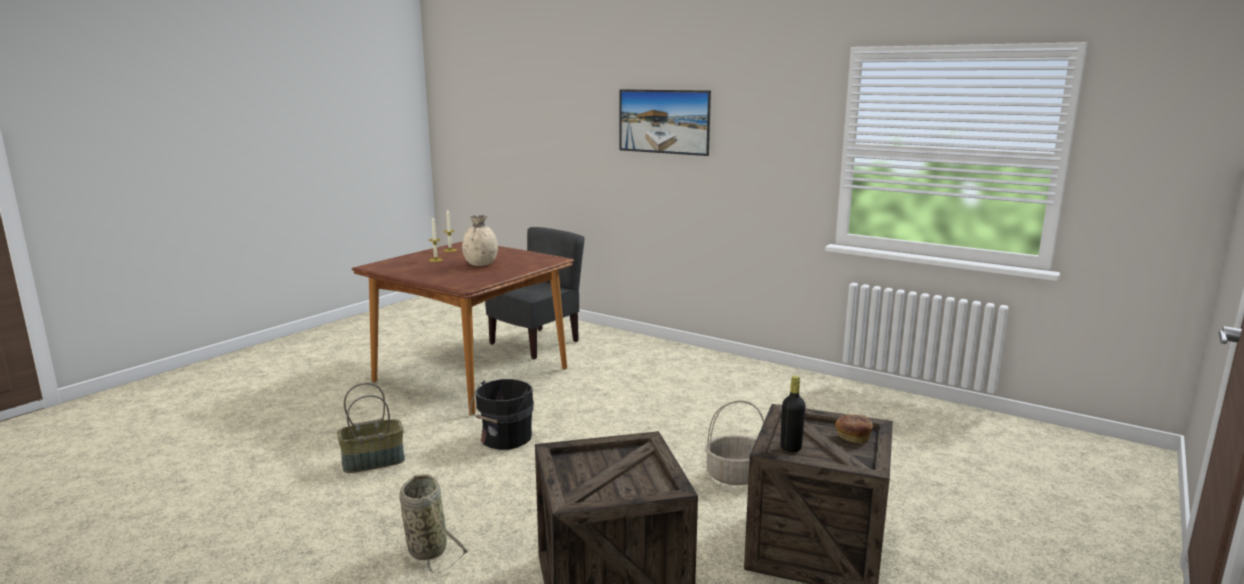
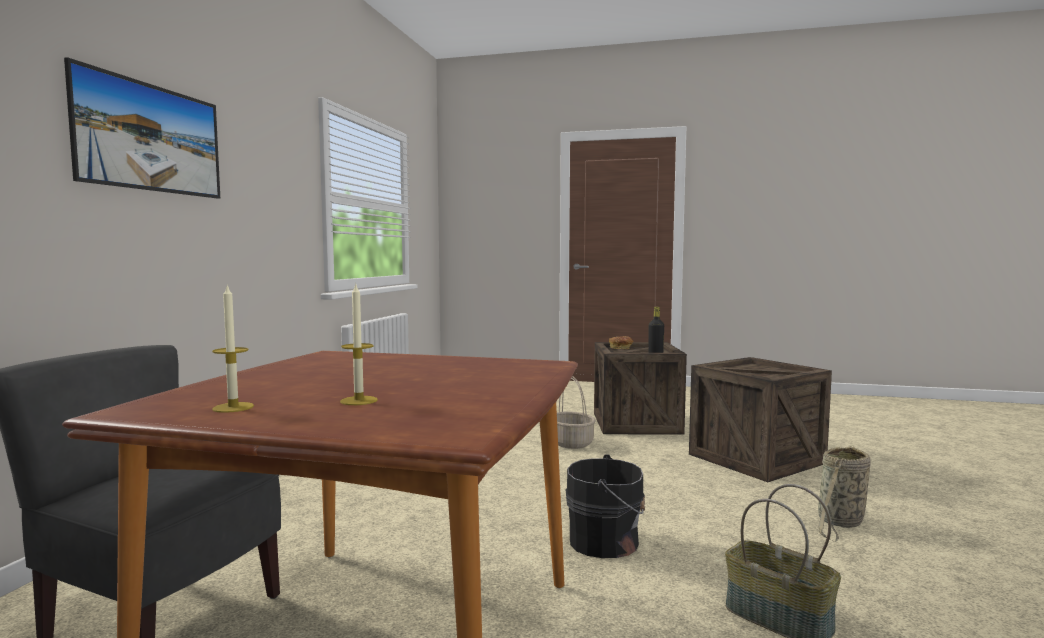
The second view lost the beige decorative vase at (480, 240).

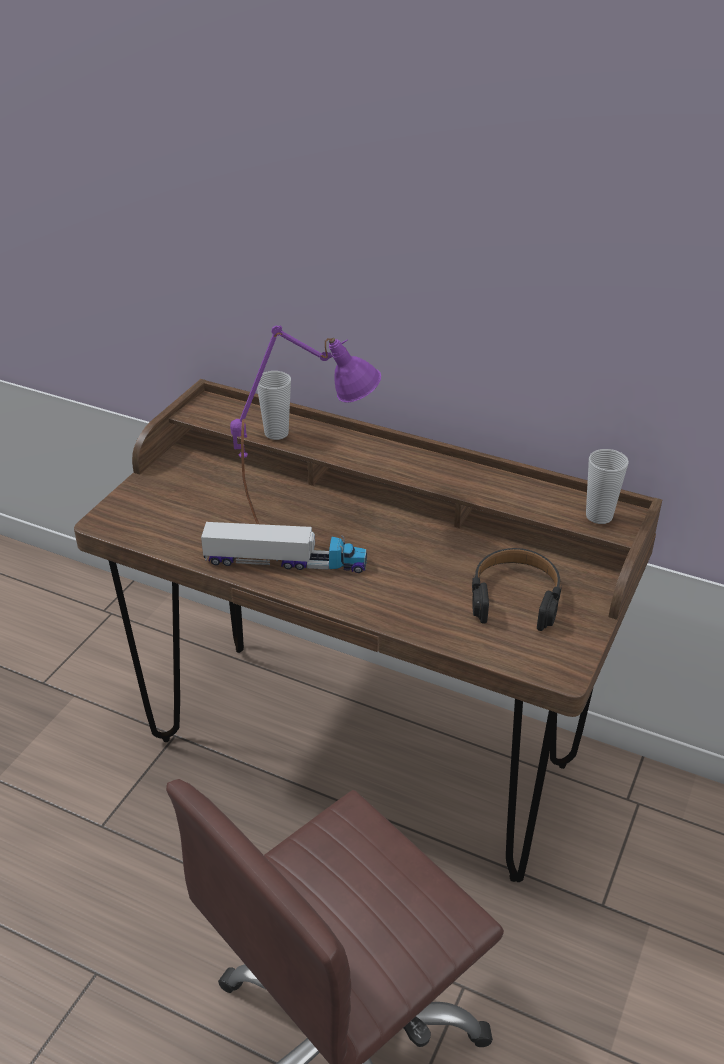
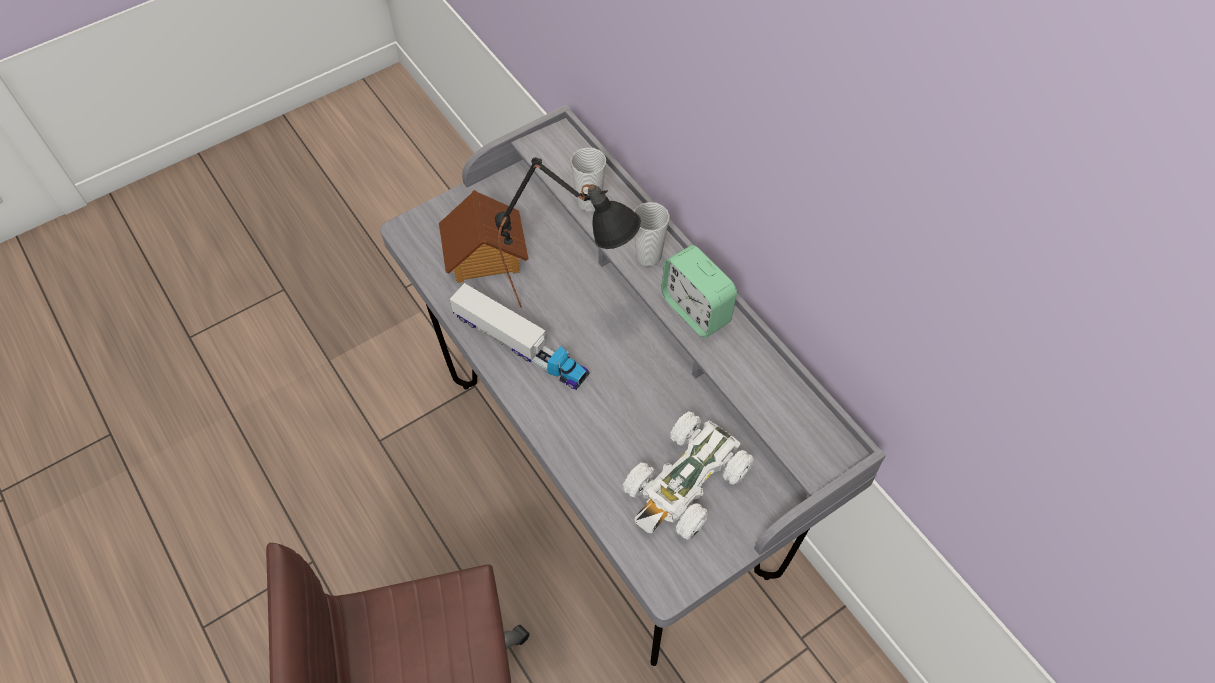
The second view gained the miniature house at (484, 236). The second view gained the alarm clock at (699, 291). The drinking cup ended up elsewhere, having gone from (607, 486) to (651, 234). Where the black-coloured headphones stood at (517, 589), the whitish toy car came to stand at (689, 475). What was the brownish desk table at (368, 630) turned into the greyish desk table at (633, 385). What was the purple lamp for a table at (305, 424) turned into the black-coloured lamp for a table at (568, 232).

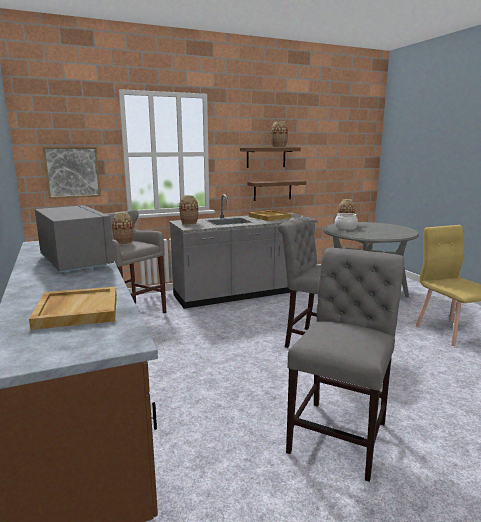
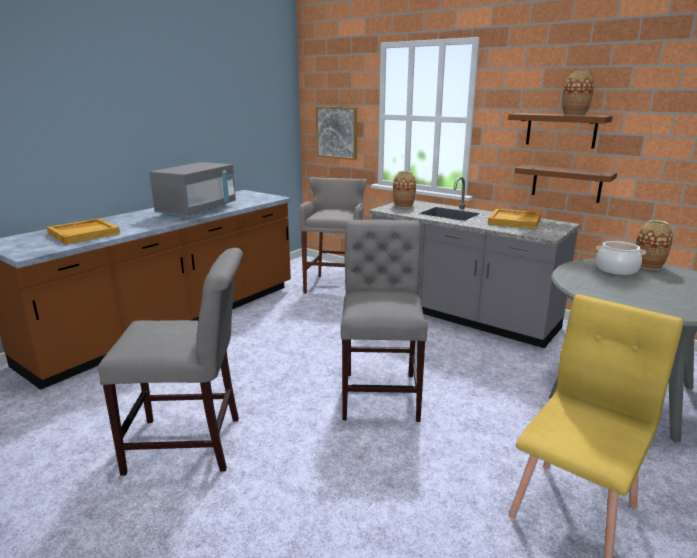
The second view lost the decorative vase at (122, 228).

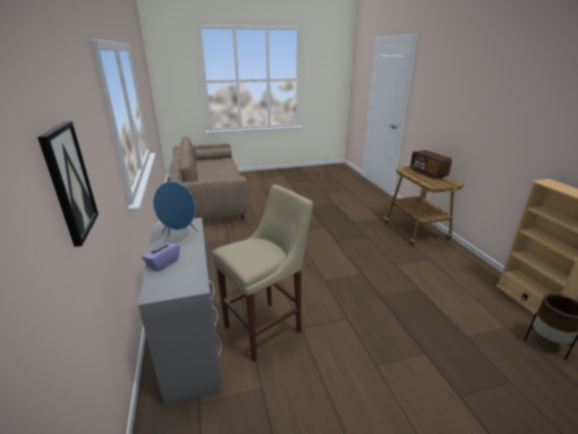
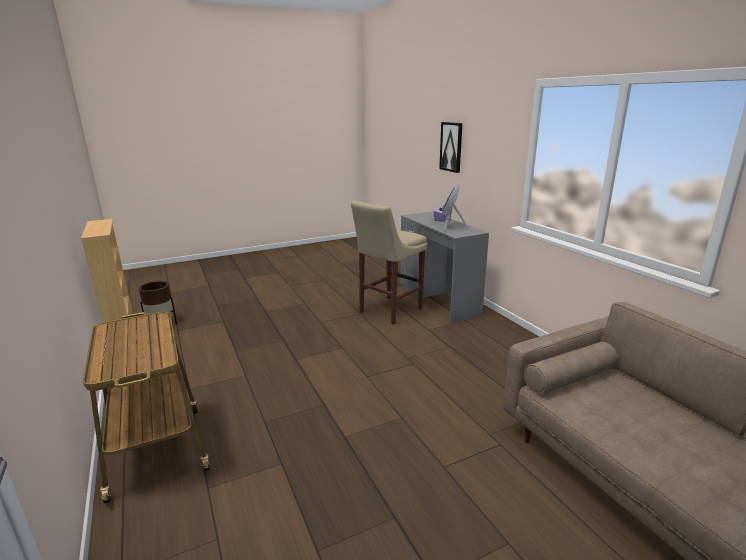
The second view lost the radio set at (431, 164).

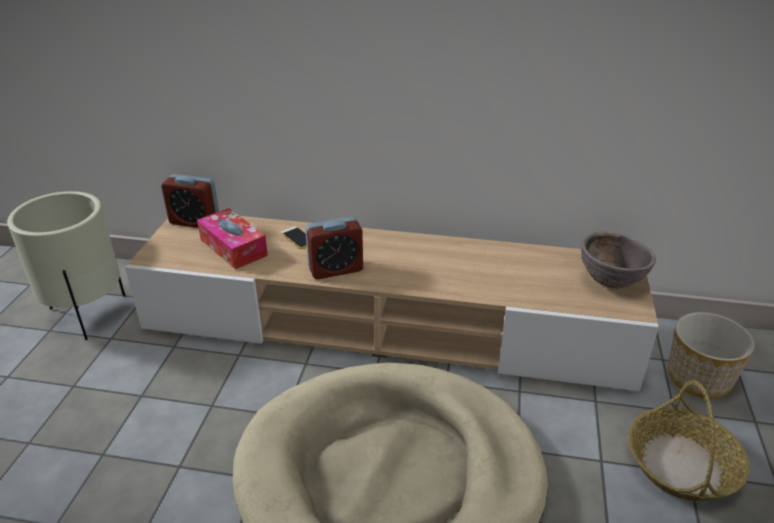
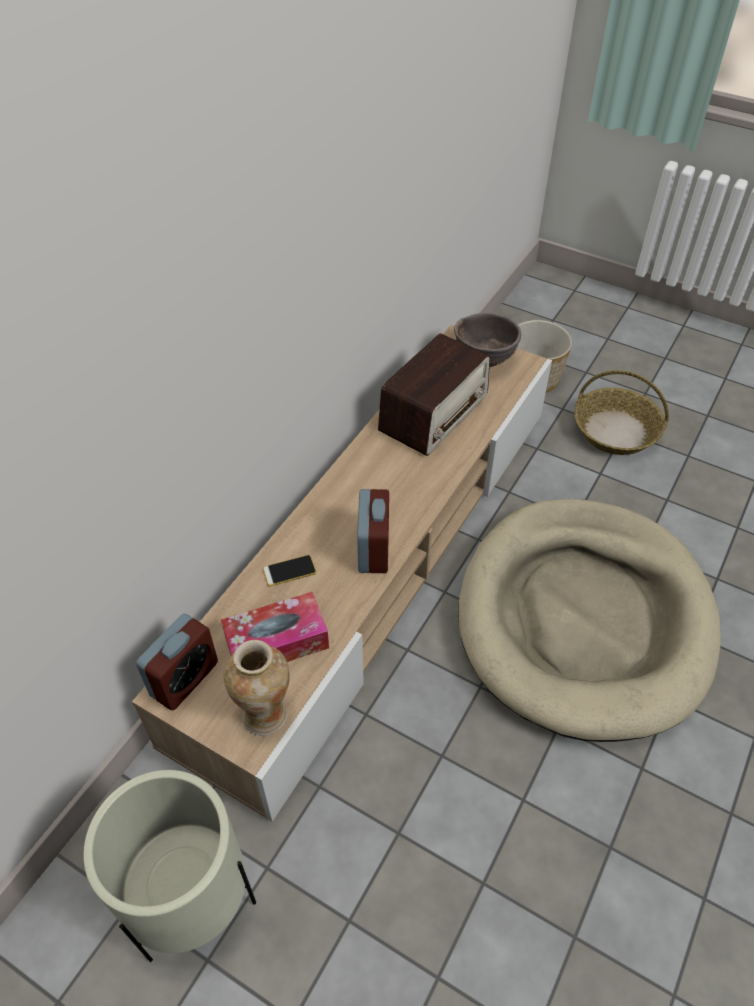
The second view gained the decorative vase at (256, 688). The second view gained the radio set at (434, 394).

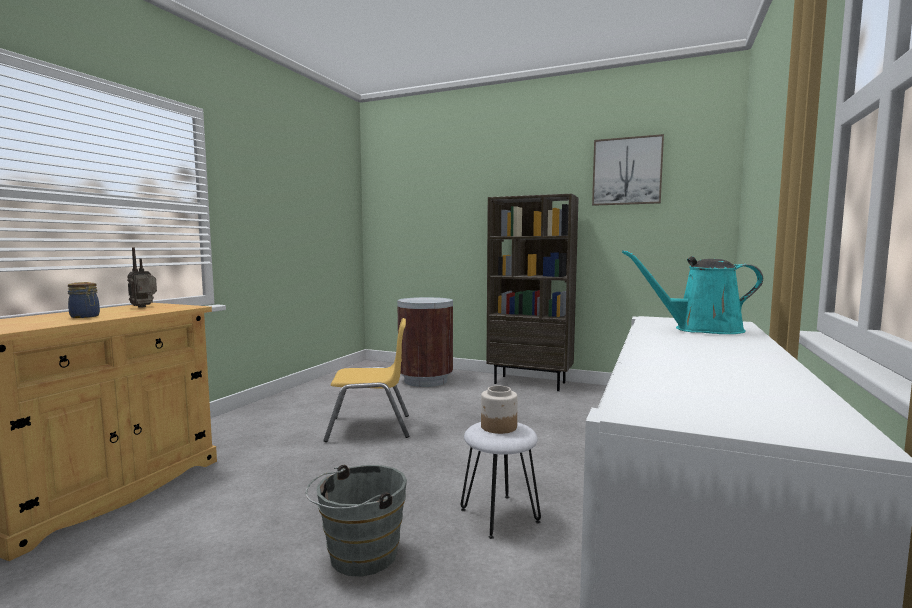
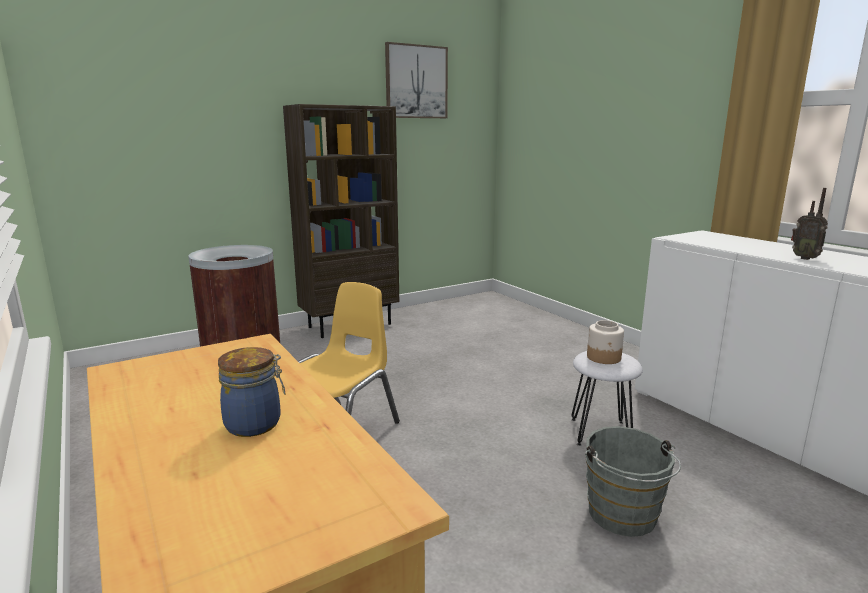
The second view lost the turquoise-coloured watering pot at (692, 292). The radio set ended up elsewhere, having gone from (142, 278) to (809, 224).

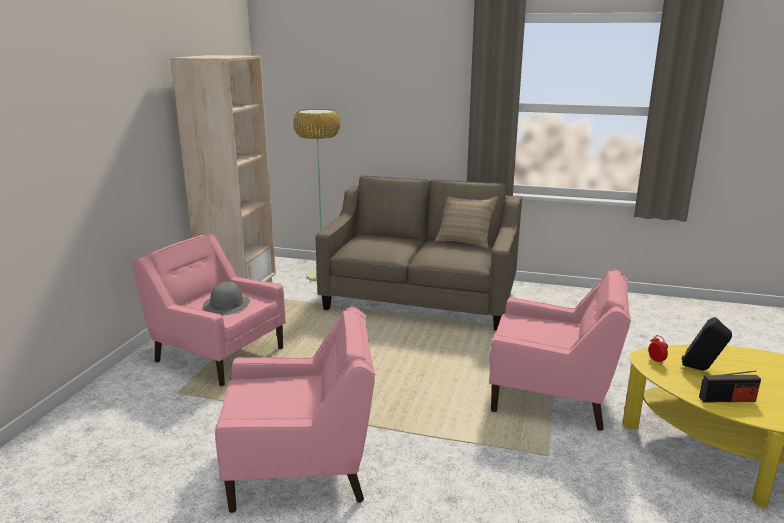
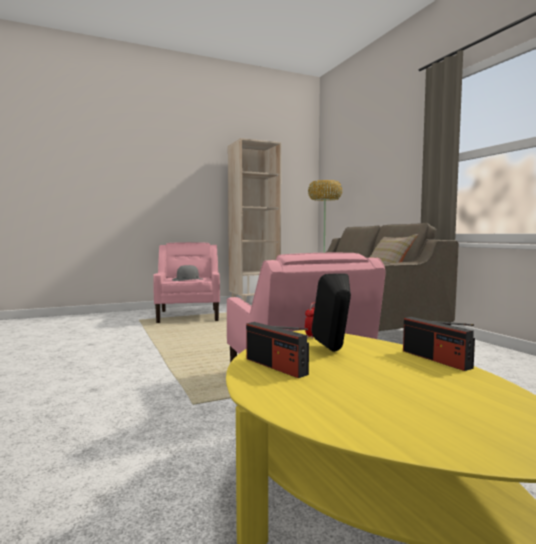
The second view lost the pink lounge chair at (295, 410). The second view gained the radio set at (439, 344).

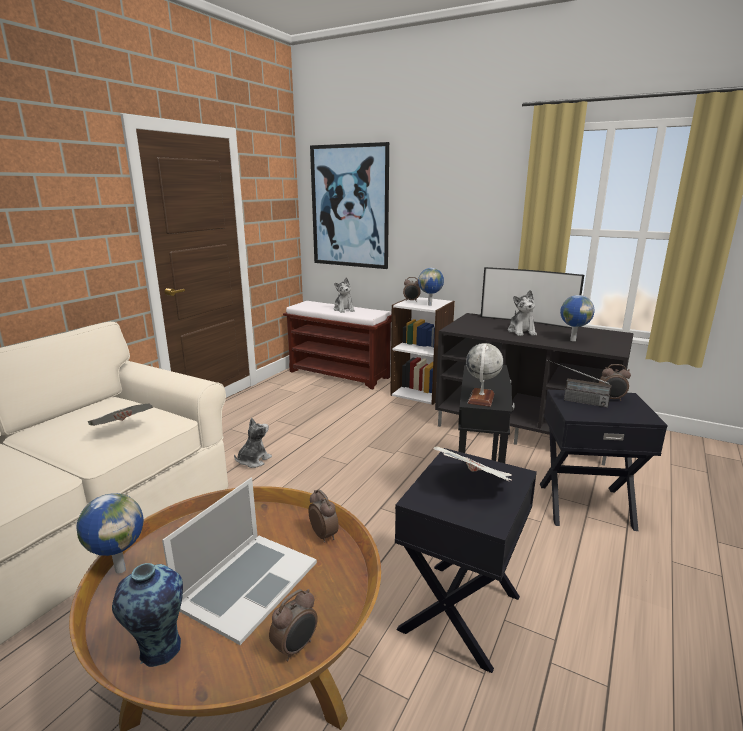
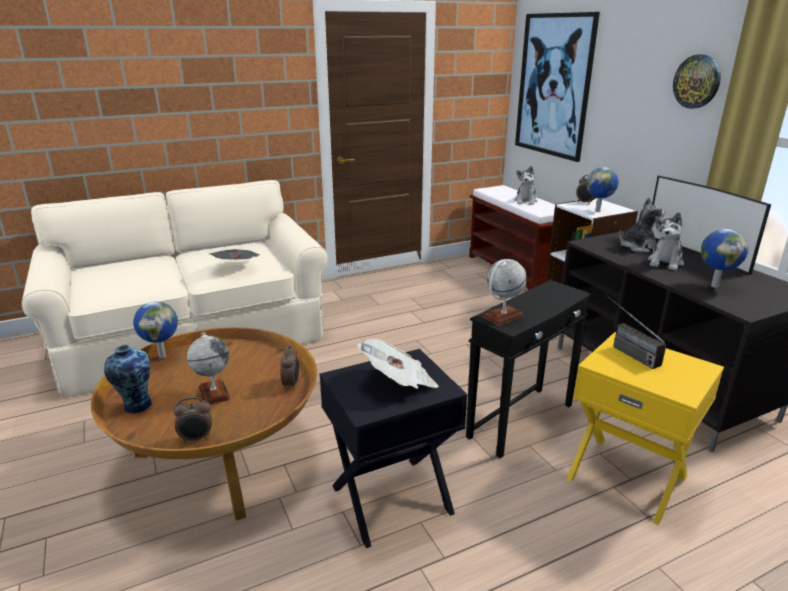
The second view lost the alarm clock at (615, 382). The second view gained the wall clock at (697, 81). The plush toy ended up elsewhere, having gone from (253, 443) to (642, 224). Where the laptop stood at (239, 561), the desk globe came to stand at (208, 368). What was the black-coloured side table at (604, 460) turned into the yellow side table at (645, 428).

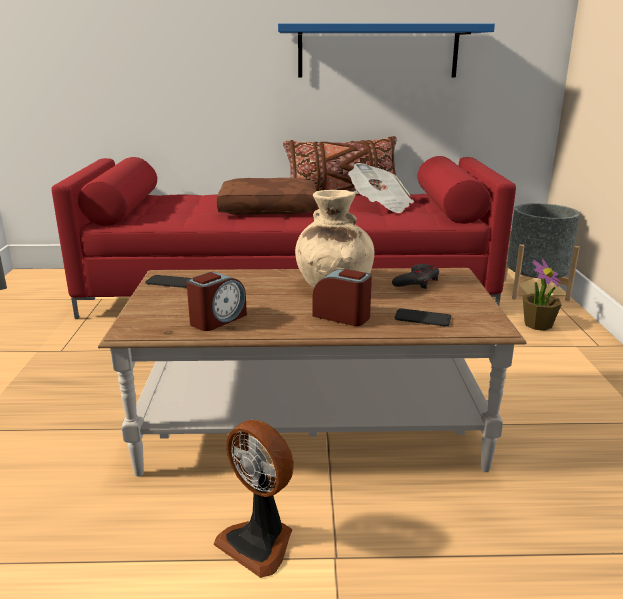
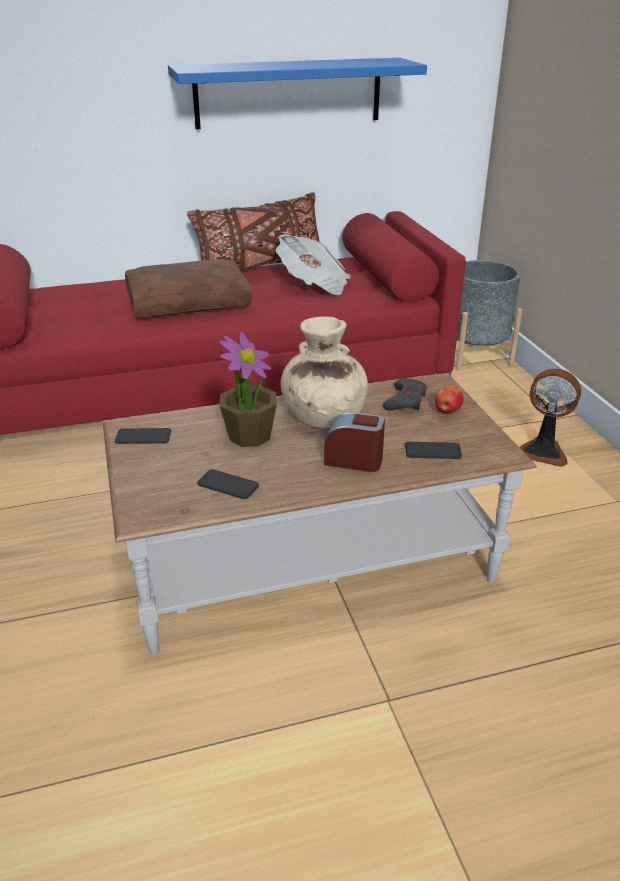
The second view gained the whole apple at (449, 399). The electric fan ended up elsewhere, having gone from (253, 499) to (550, 417). The houseplant ended up elsewhere, having gone from (542, 294) to (248, 389). Where the alarm clock stood at (216, 301), the telephone came to stand at (228, 484).

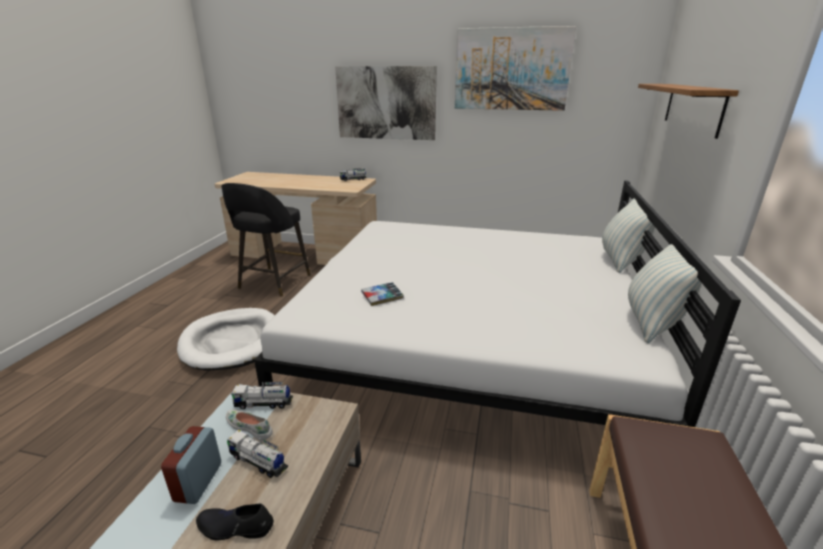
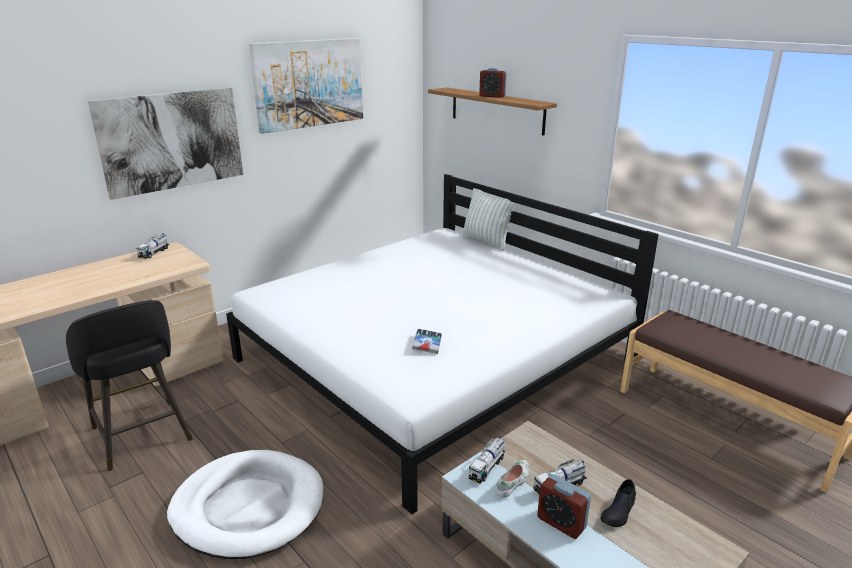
The second view lost the throw pillow at (664, 293). The second view gained the alarm clock at (493, 83). The whitish shoe at (249, 425) ended up facing another way, 150 degrees clockwise from before.

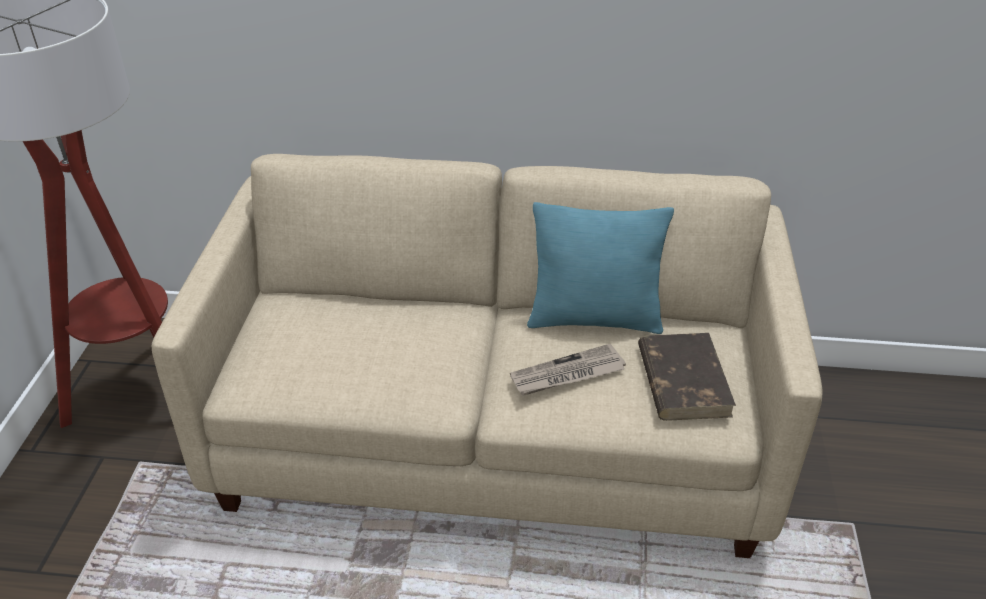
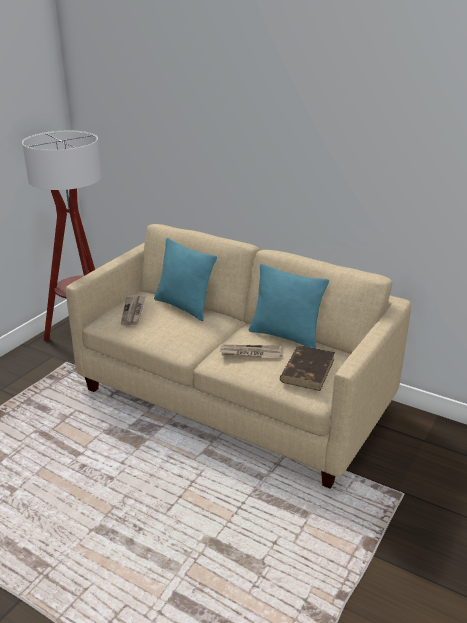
The second view gained the printed paper at (133, 310). The second view gained the turquoise-coloured throw pillow at (185, 279).

